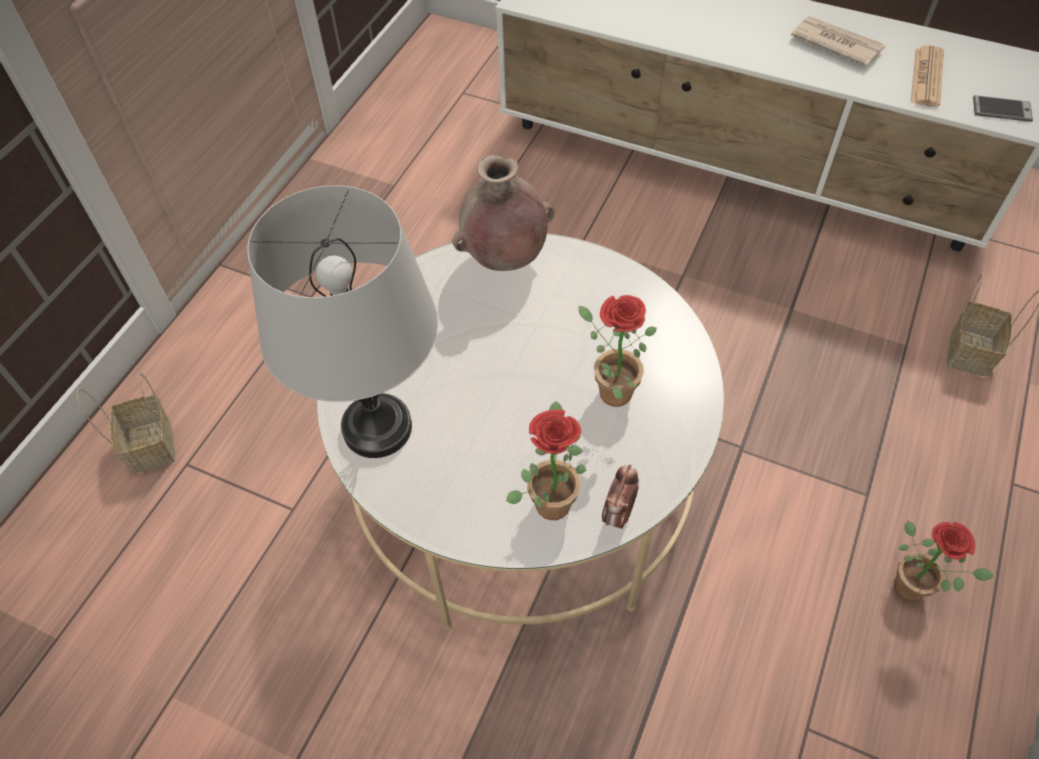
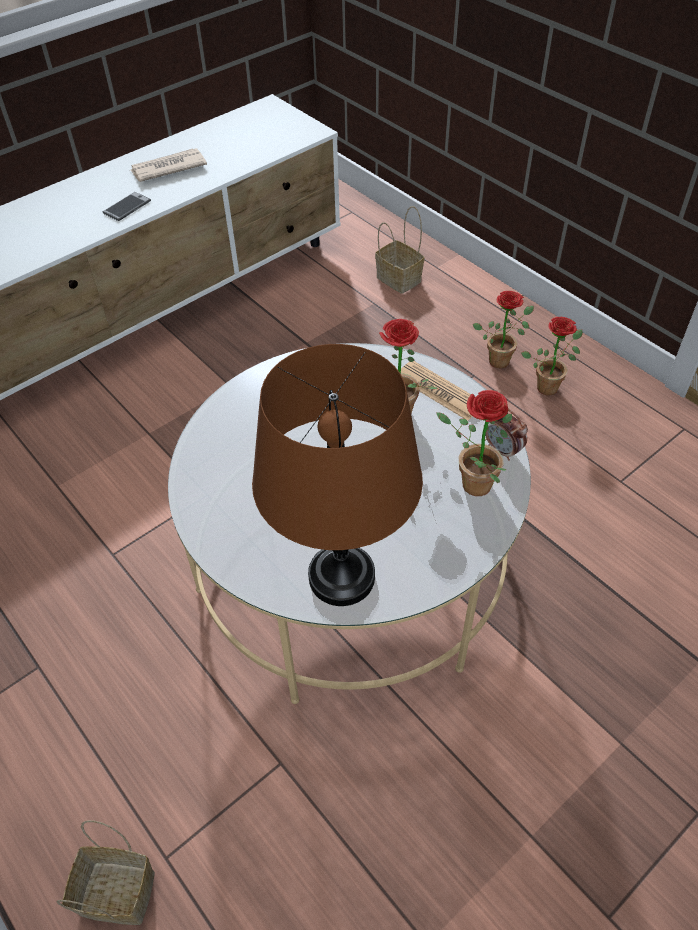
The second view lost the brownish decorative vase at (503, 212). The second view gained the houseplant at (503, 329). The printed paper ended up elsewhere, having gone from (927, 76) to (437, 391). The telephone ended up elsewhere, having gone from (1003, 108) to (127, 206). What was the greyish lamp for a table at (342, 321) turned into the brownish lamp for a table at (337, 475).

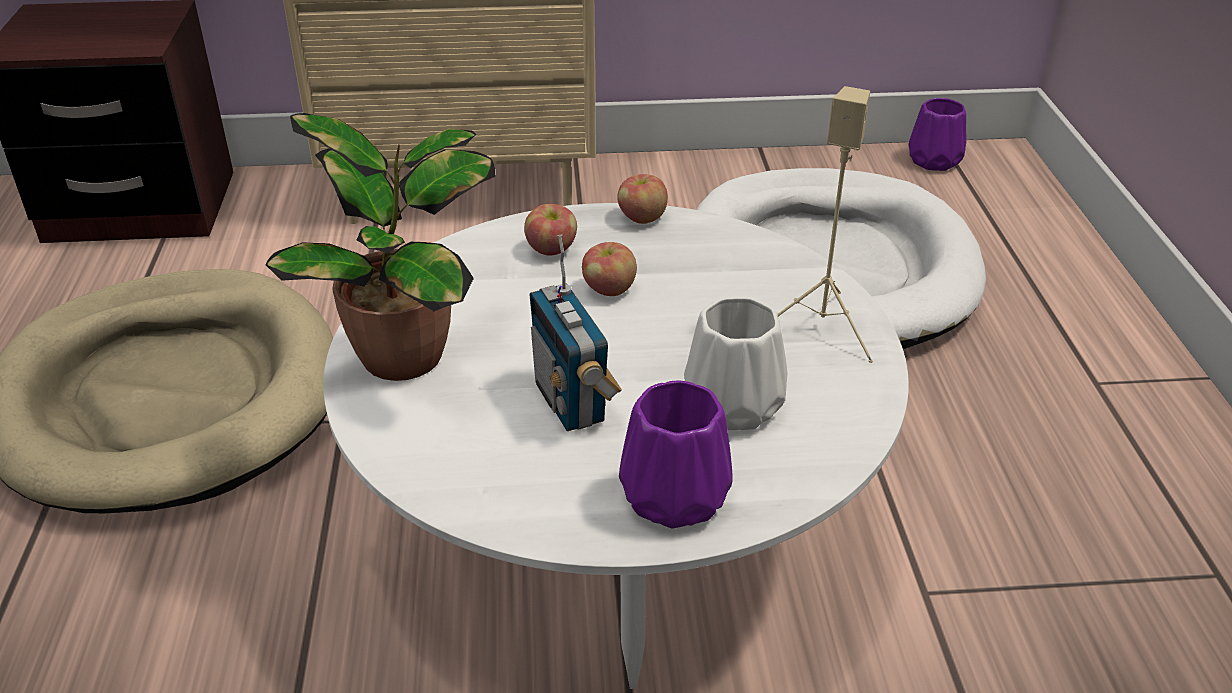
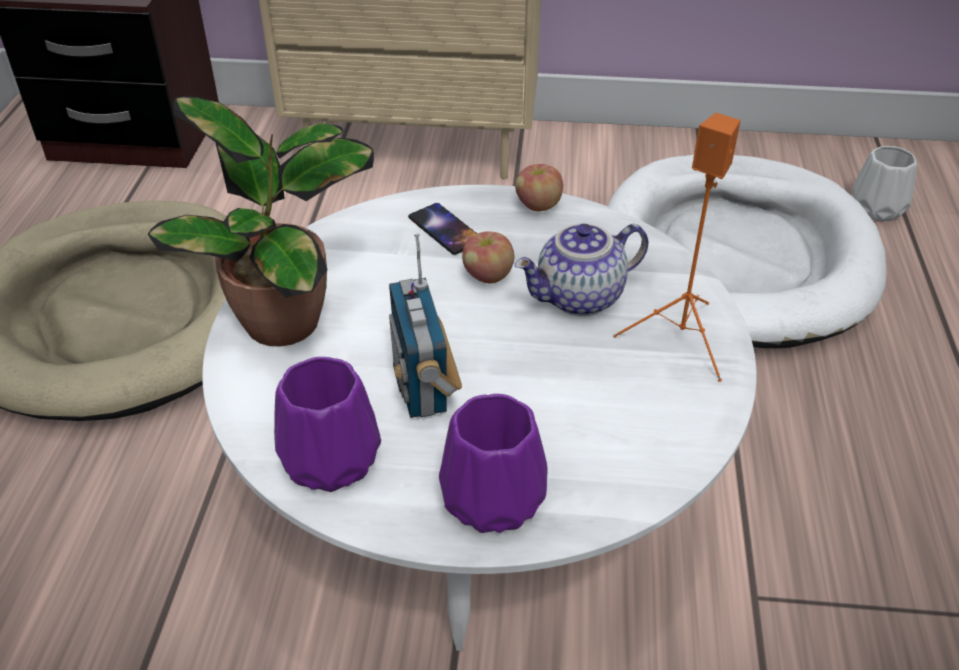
The second view gained the tea pot at (581, 269). The whitish decorative vase ended up elsewhere, having gone from (735, 363) to (884, 183). The purple decorative vase ended up elsewhere, having gone from (937, 134) to (327, 424). Where the whole apple stood at (550, 230), the telephone came to stand at (442, 229). What was the beige audio speaker at (825, 224) turned into the orange-coloured audio speaker at (676, 247).

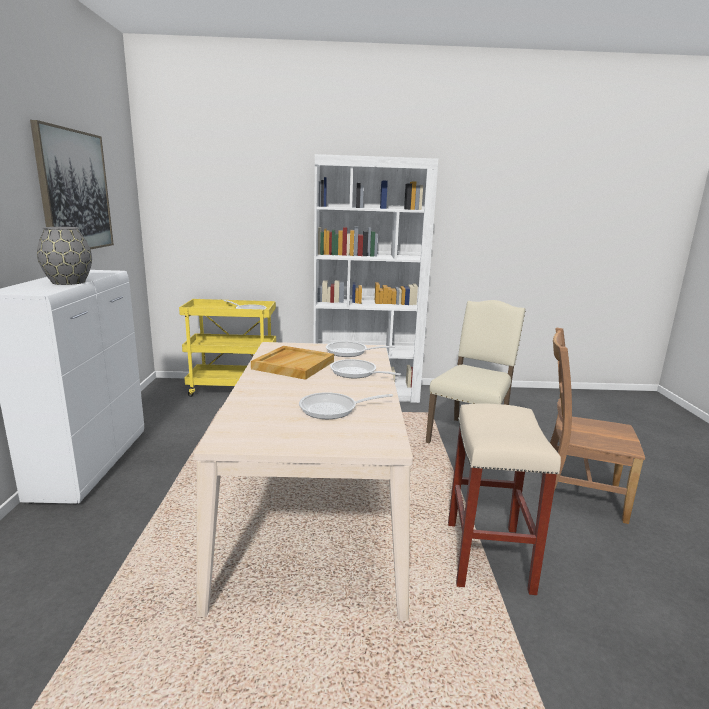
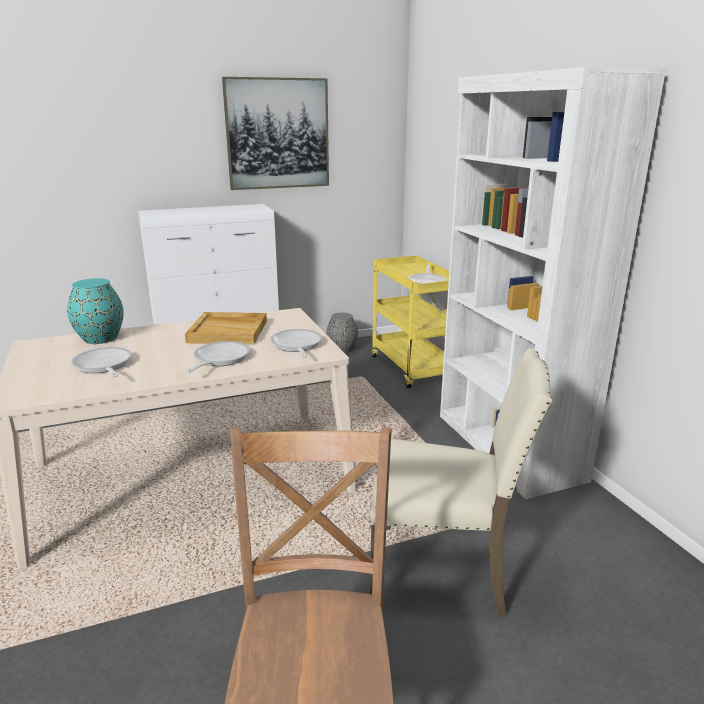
The second view lost the beige stool at (504, 499). The second view gained the turquoise-coloured decorative vase at (95, 311). The greyish decorative vase ended up elsewhere, having gone from (64, 256) to (342, 333).

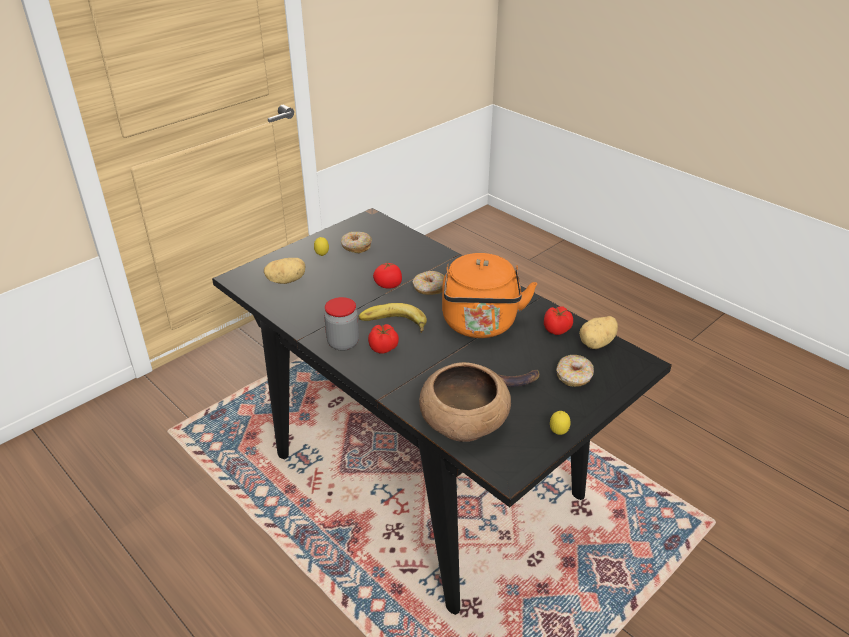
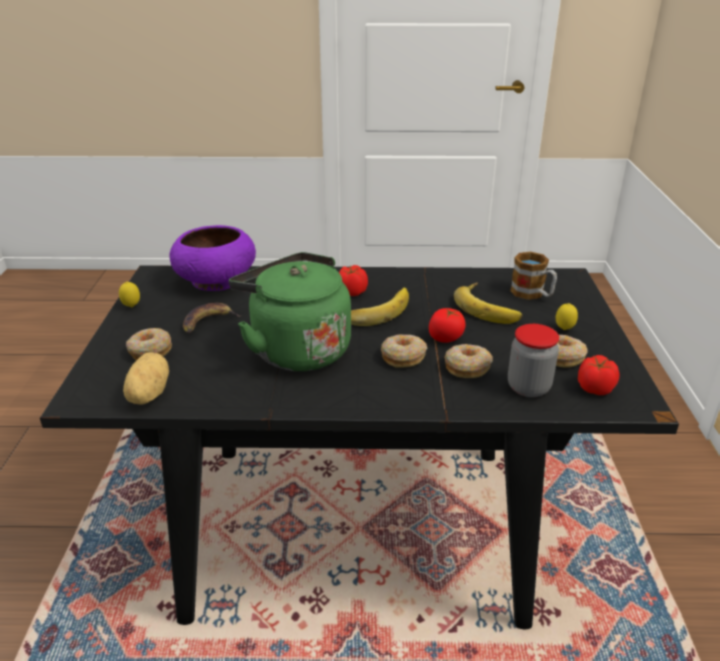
The second view gained the donut at (468, 361). The second view gained the whole banana at (488, 303). The preserve jar ended up elsewhere, having gone from (341, 324) to (533, 360). The whole tomato ended up elsewhere, having gone from (558, 320) to (599, 375). Where the potato stood at (284, 271), the mug came to stand at (533, 276). What was the brownish serving bowl at (465, 402) turned into the purple serving bowl at (212, 258). What was the orange-coloured water kettle at (489, 295) turned into the greenish water kettle at (290, 311).

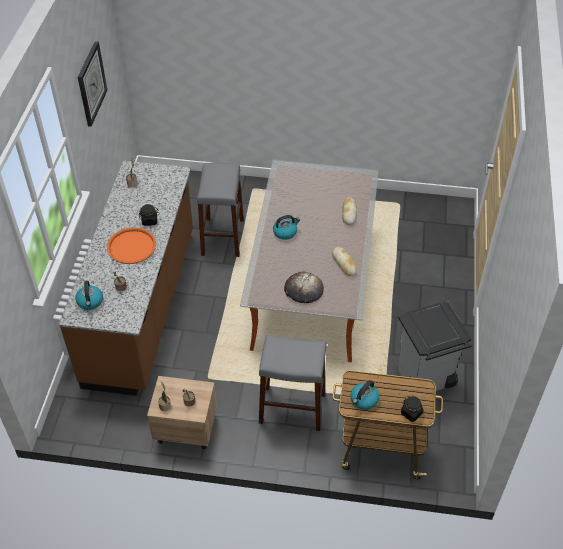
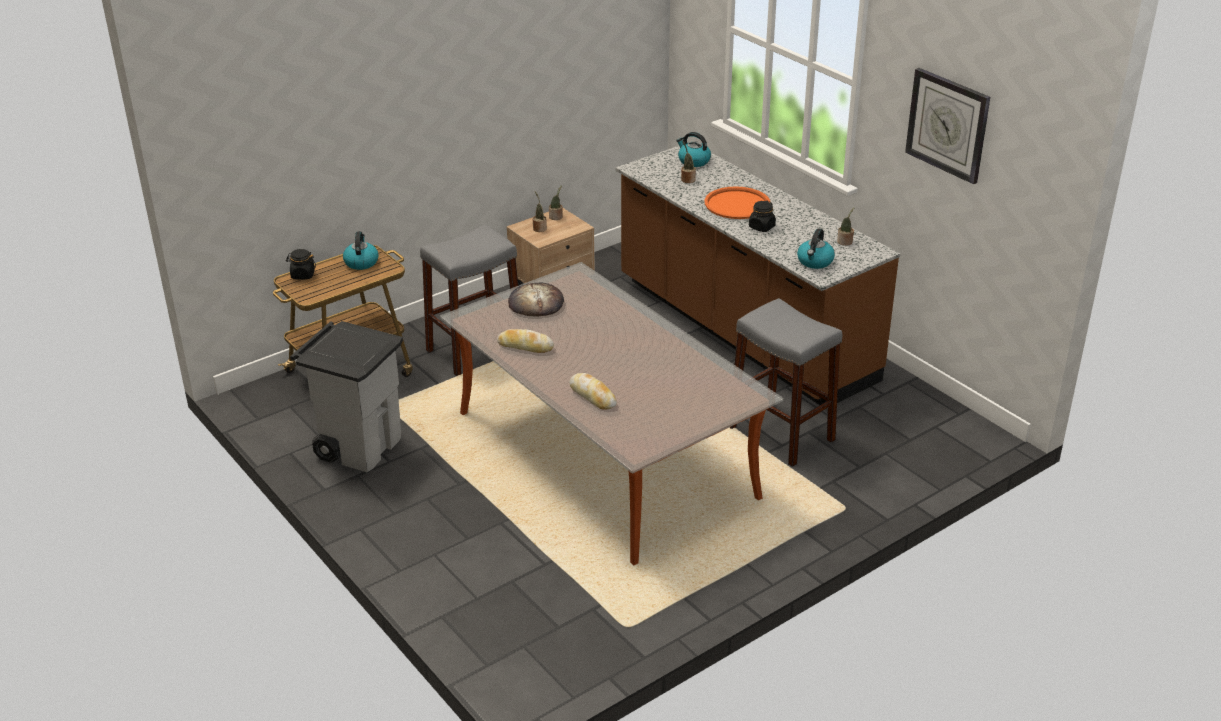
The water kettle ended up elsewhere, having gone from (286, 227) to (816, 248).

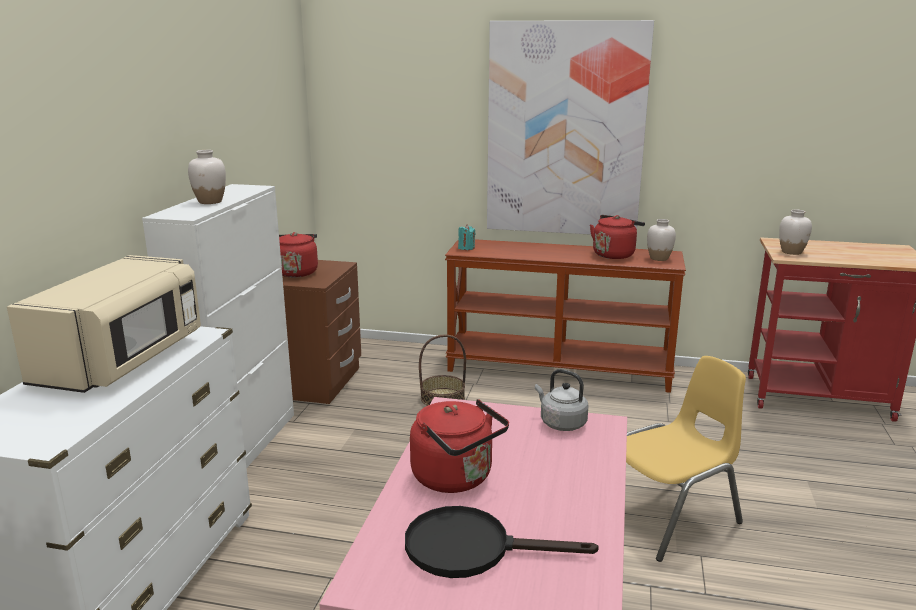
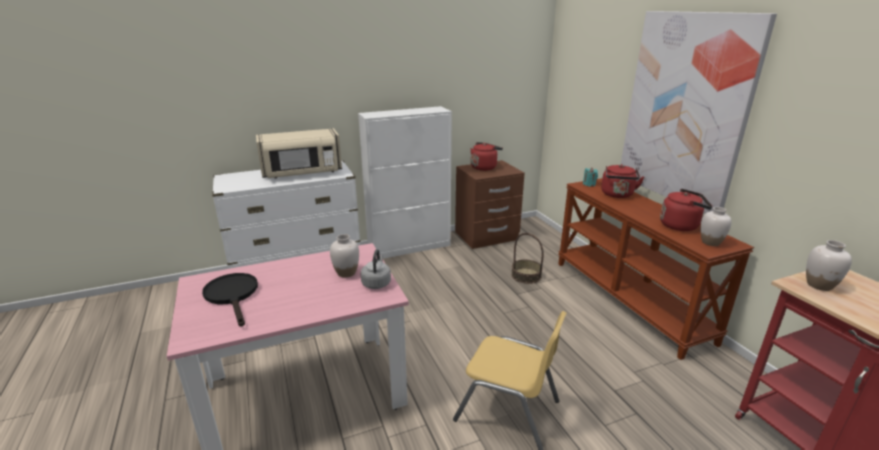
The whitish decorative vase ended up elsewhere, having gone from (207, 177) to (344, 256). The red-coloured water kettle ended up elsewhere, having gone from (459, 446) to (622, 181).

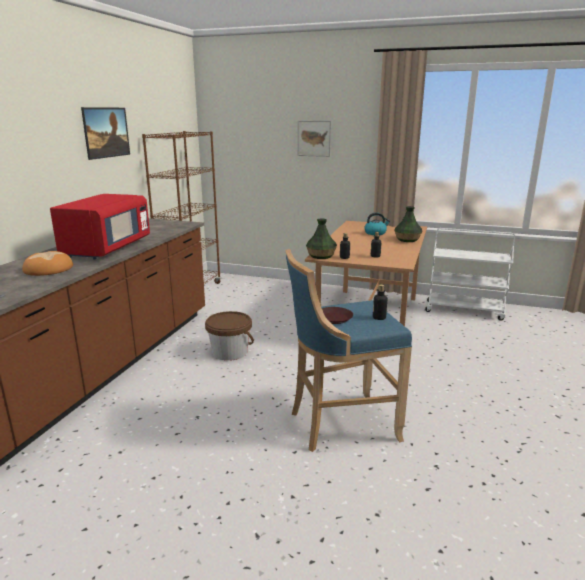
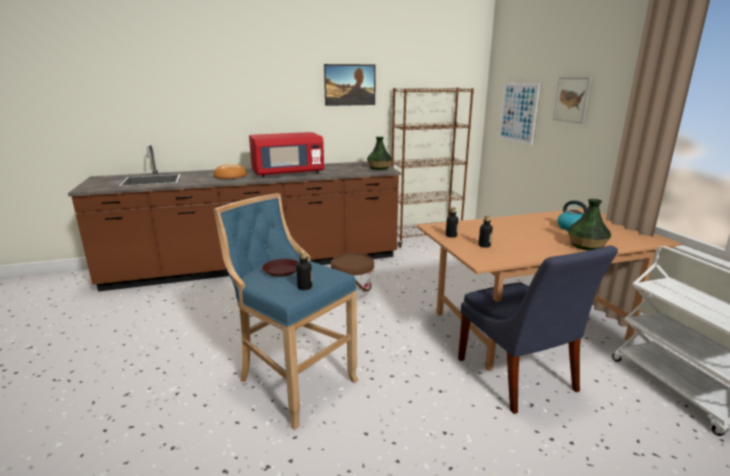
The second view gained the bluish upright chair at (538, 330). The second view gained the wall art at (519, 114). The decorative vase ended up elsewhere, having gone from (321, 239) to (379, 153).

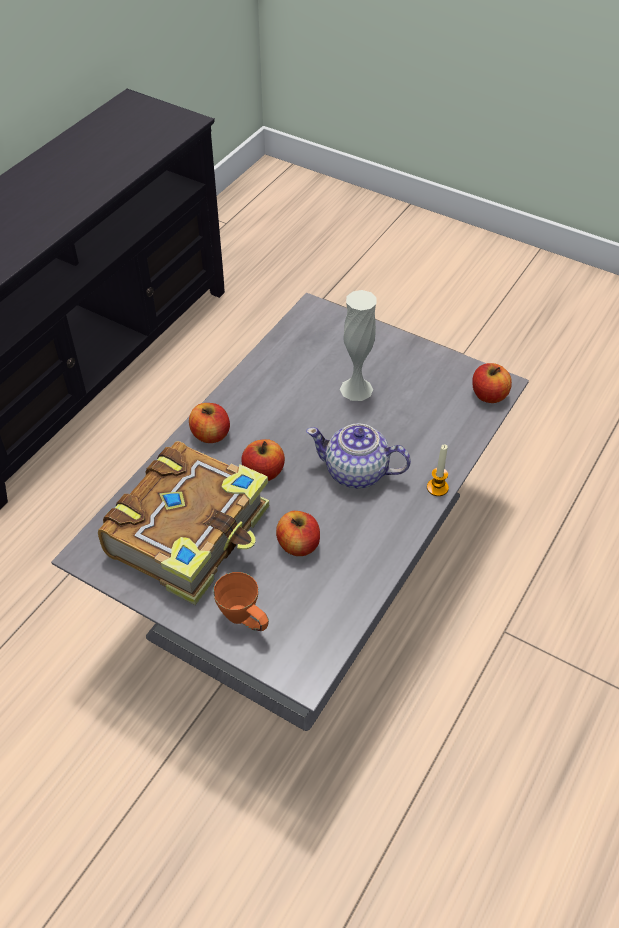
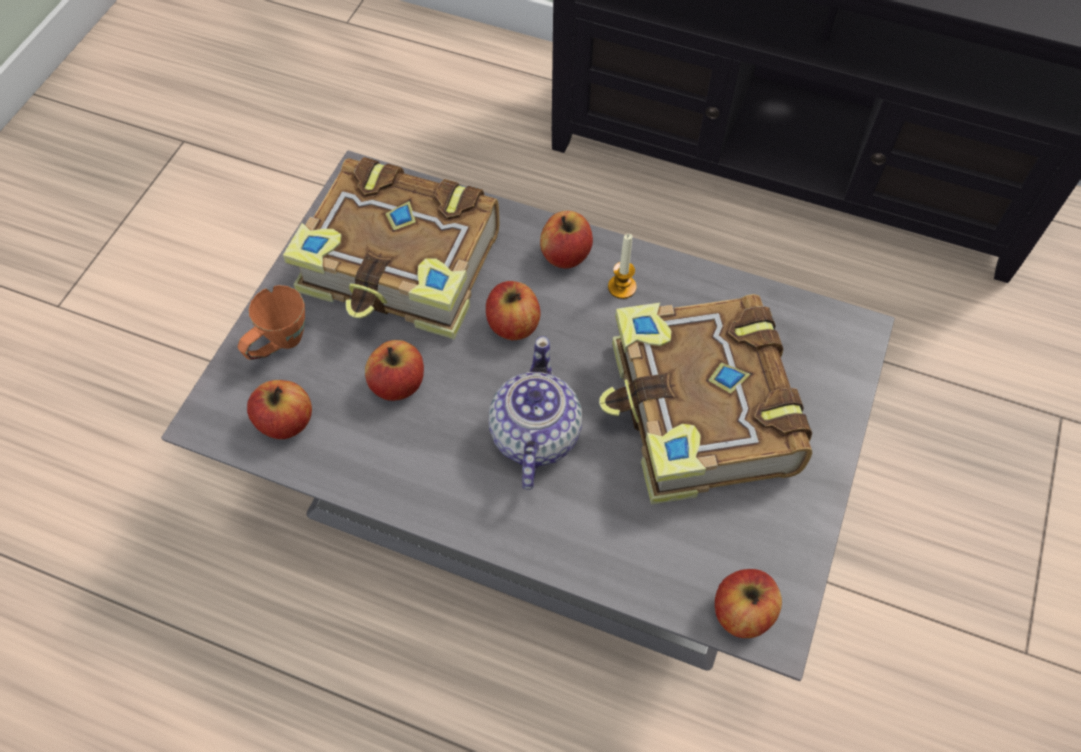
The second view gained the whole apple at (279, 409). The wax candle ended up elsewhere, having gone from (438, 470) to (622, 266). Where the whitish decorative vase stood at (358, 345), the book came to stand at (705, 399).

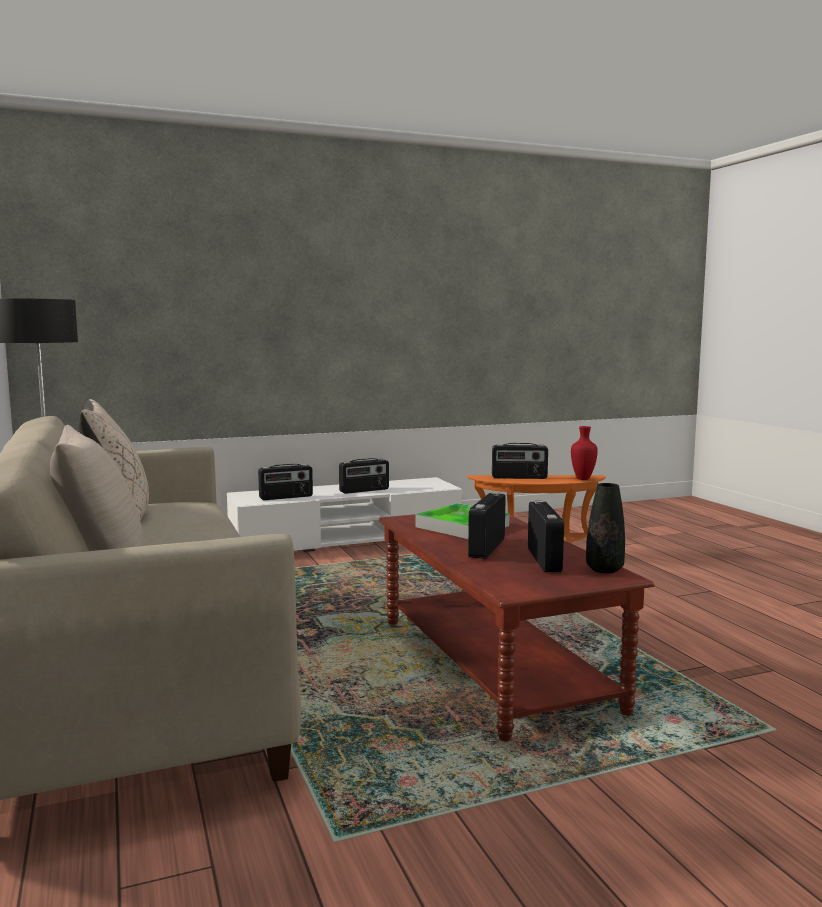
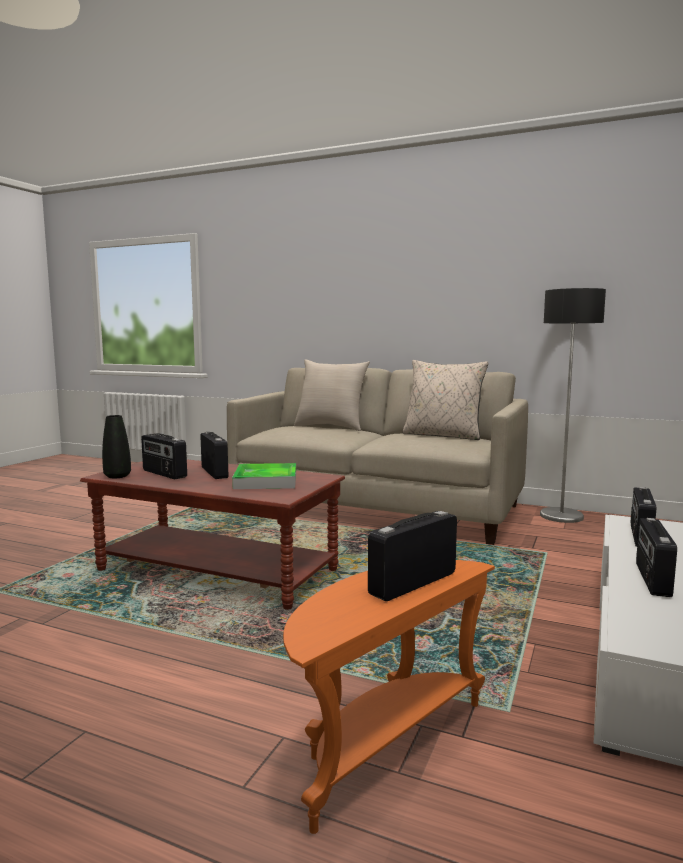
The second view lost the red-coloured decorative vase at (584, 453).

